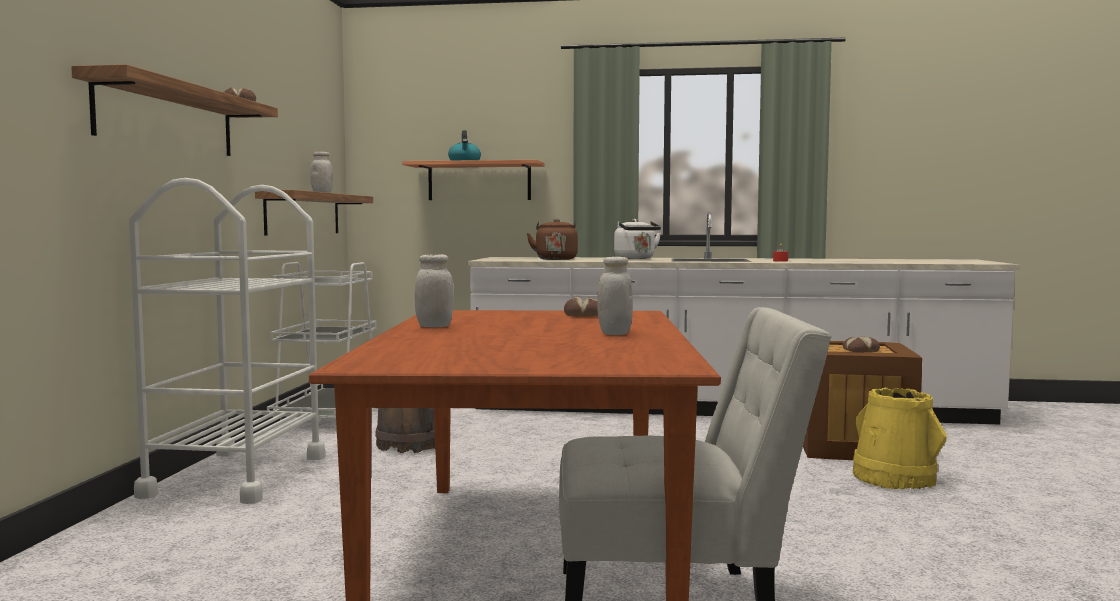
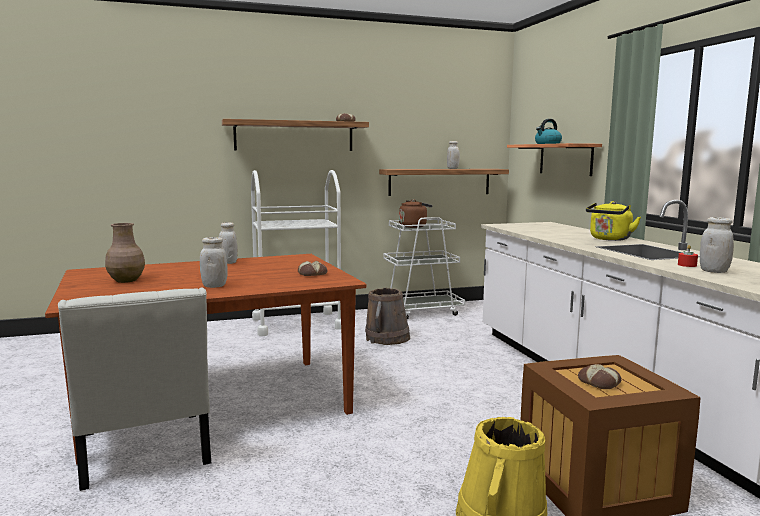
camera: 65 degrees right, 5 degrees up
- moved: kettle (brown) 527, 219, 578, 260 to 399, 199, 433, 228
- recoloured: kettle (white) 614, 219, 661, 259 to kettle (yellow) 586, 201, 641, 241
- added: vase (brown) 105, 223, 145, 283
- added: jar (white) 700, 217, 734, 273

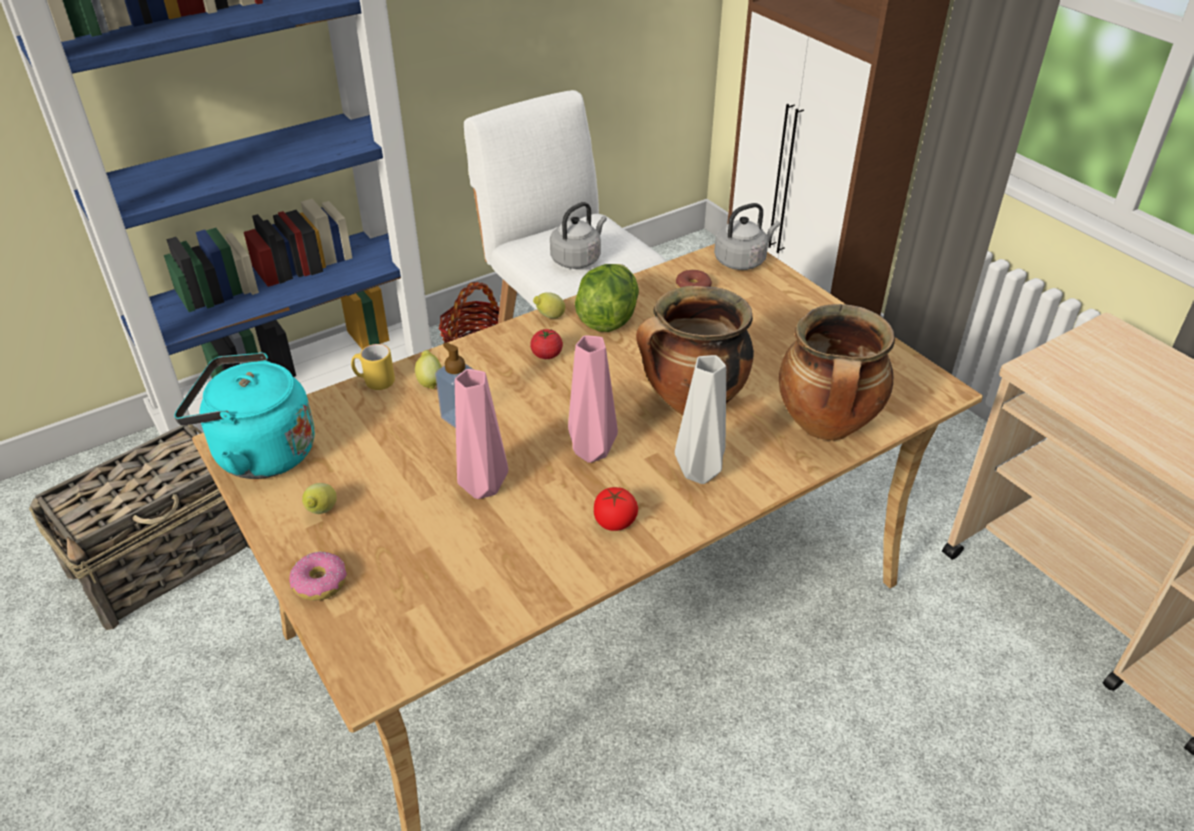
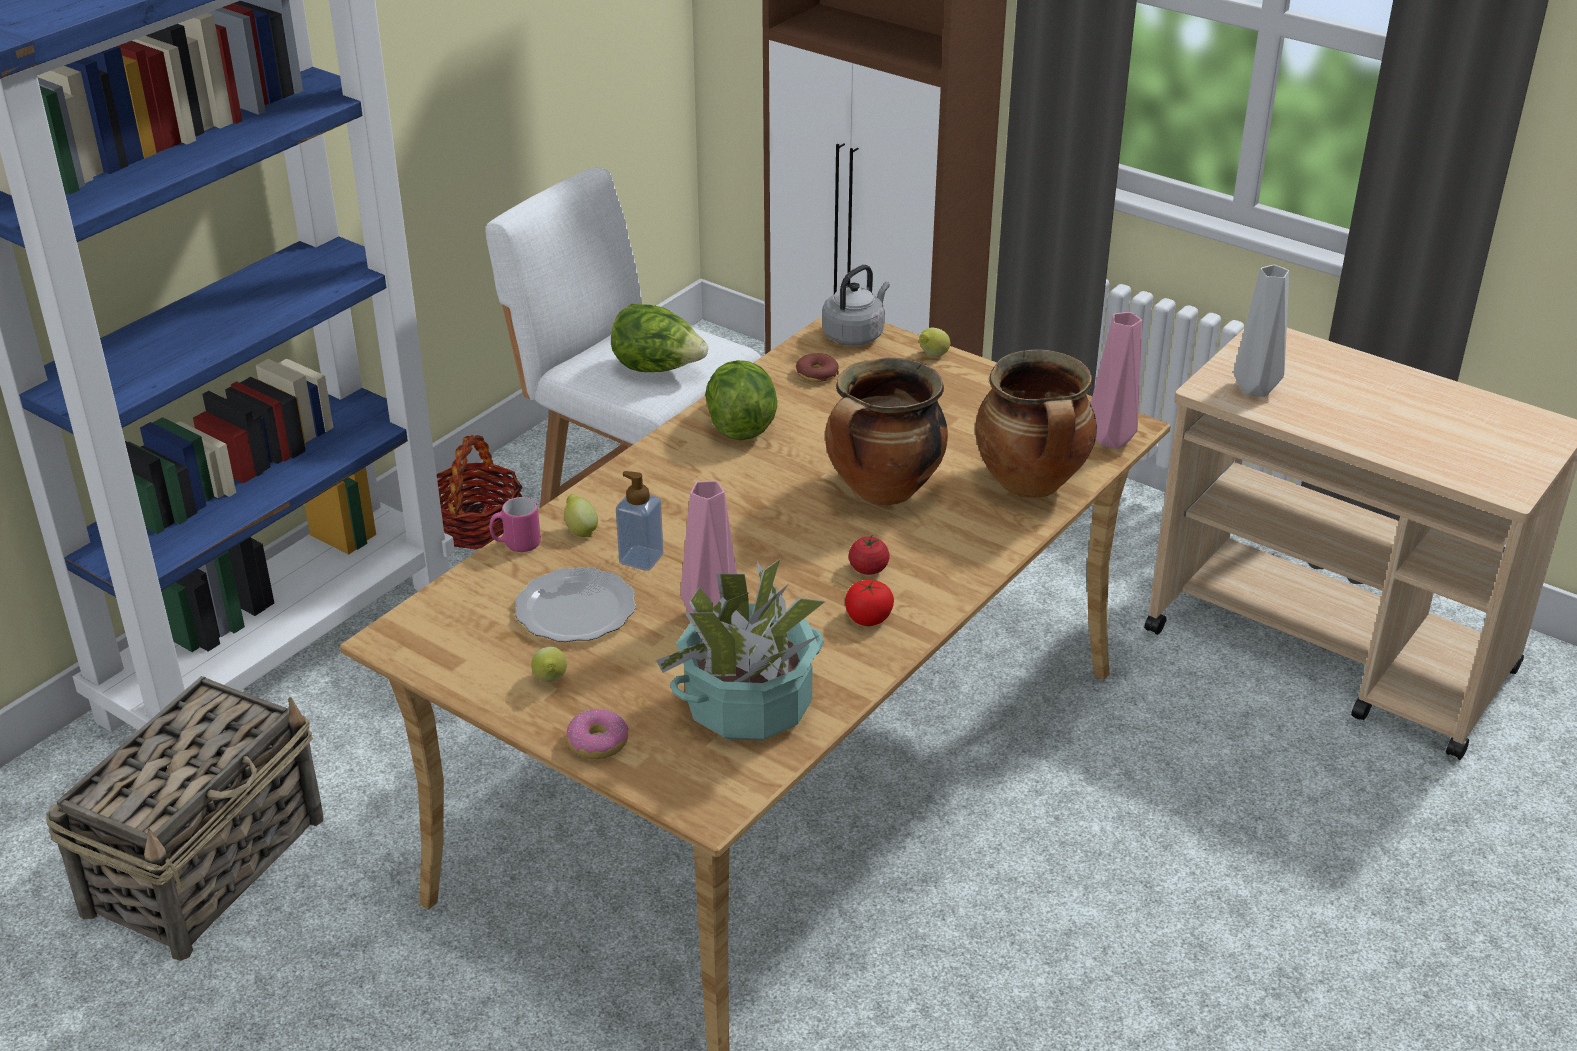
camera: 20 degrees left, 5 degrees down
- removed: kettle (turquoise) 174, 352, 315, 479
- recoloured: mug (yellow) 351, 344, 395, 390 to mug (pink) 489, 497, 541, 552
- moved: tomato 530, 329, 563, 359 to 849, 536, 890, 575
- moved: lemon 533, 292, 565, 319 to 919, 328, 950, 356
- replaced: kettle (grey) 550, 202, 607, 269 to lettuce 611, 304, 708, 372
- moved: vase (pink) 568, 335, 618, 463 to 1091, 312, 1142, 449
- moved: vase (grey) 675, 355, 726, 484 to 1234, 265, 1289, 397
- added: plate 515, 567, 636, 642
- added: potted plant 656, 559, 826, 741

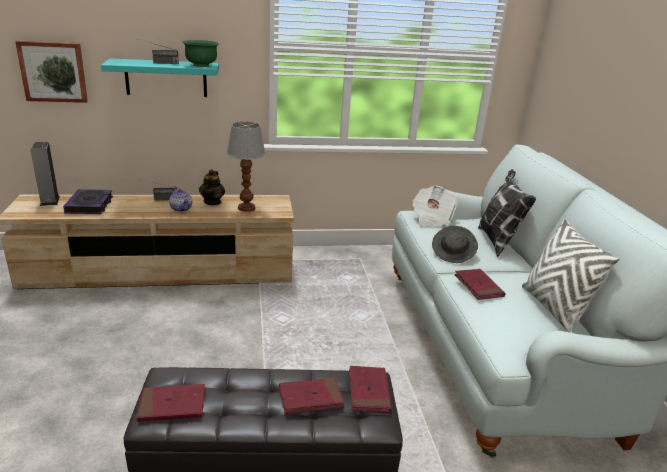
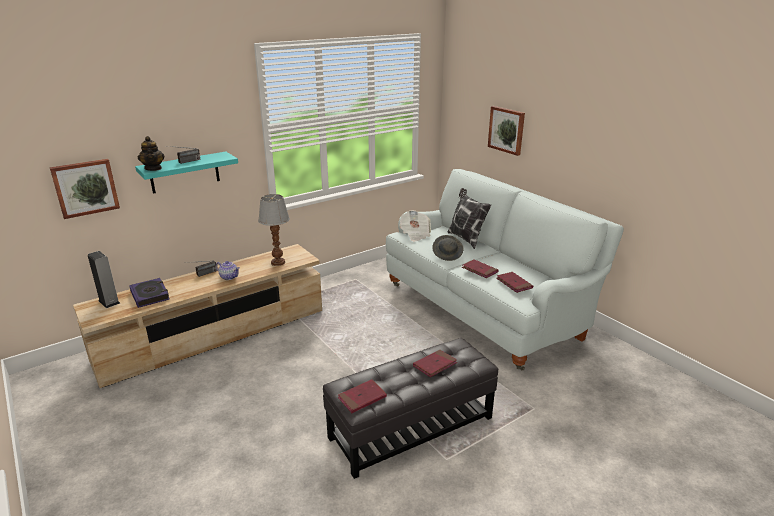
camera: 25 degrees left, 0 degrees up
- removed: bowl (green) 182, 40, 219, 67
- moved: teapot 199, 169, 225, 205 to 138, 136, 164, 171
- moved: book (red) 349, 366, 392, 413 to 496, 272, 533, 293
- removed: pillow (white) 522, 218, 619, 333
- added: picture 488, 106, 525, 156

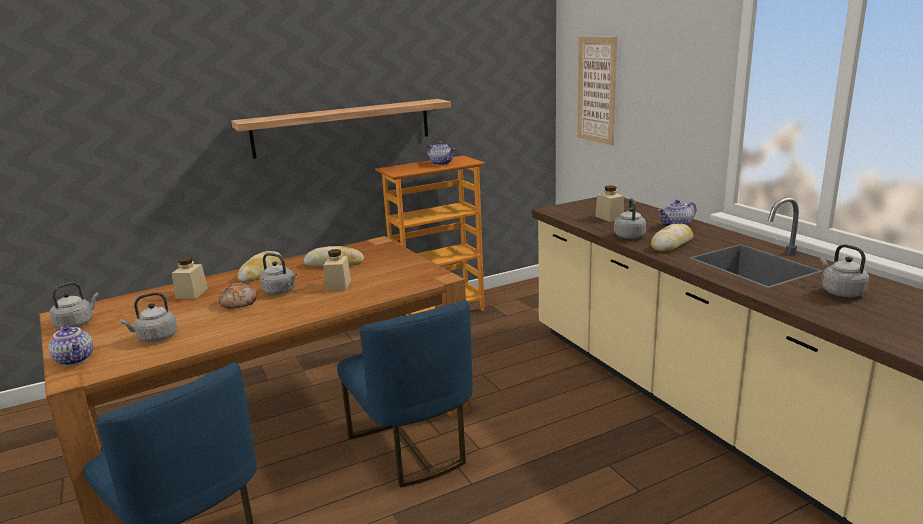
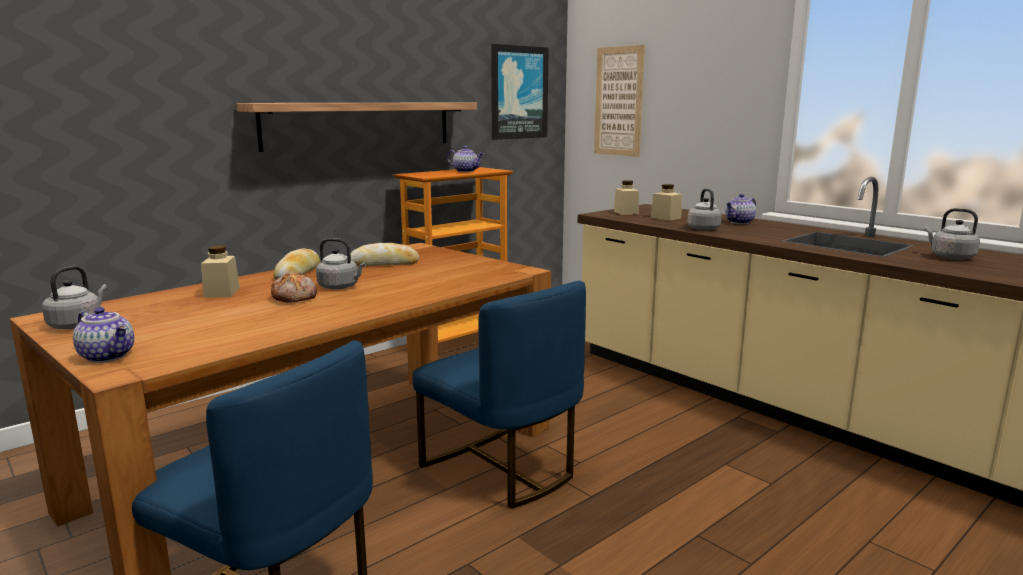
camera: 15 degrees left, 5 degrees down
- removed: kettle (grey) 120, 292, 177, 342
- moved: jar (beige) 323, 249, 351, 291 to 614, 180, 639, 215
- removed: bread 651, 224, 693, 251
- added: picture 491, 44, 548, 140

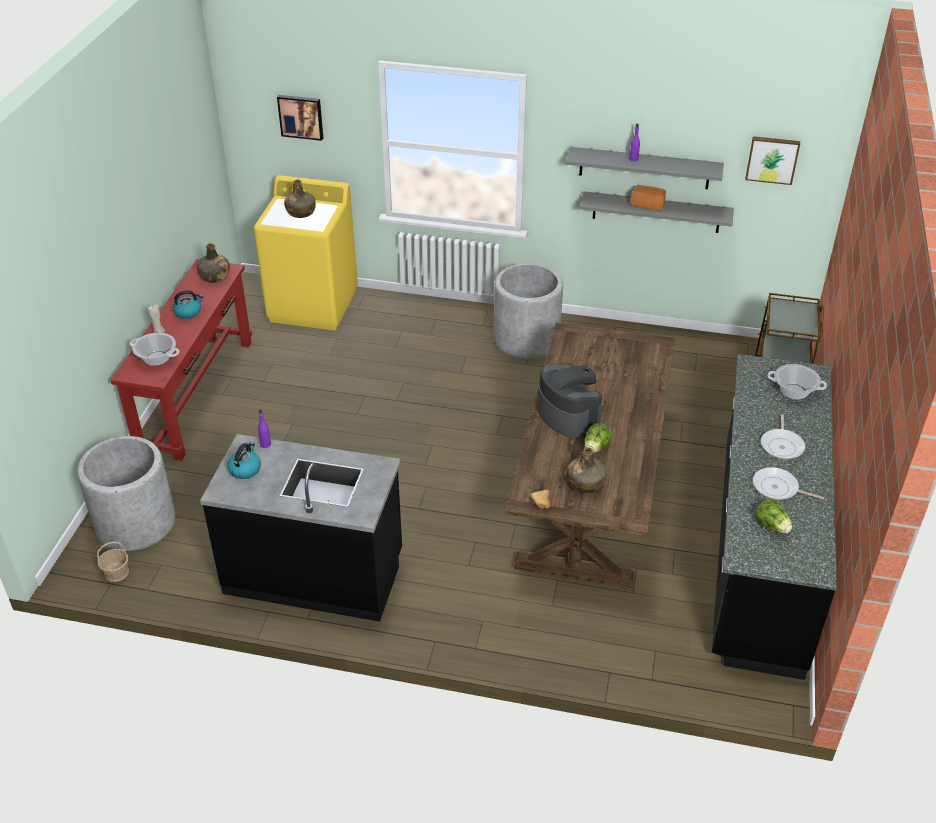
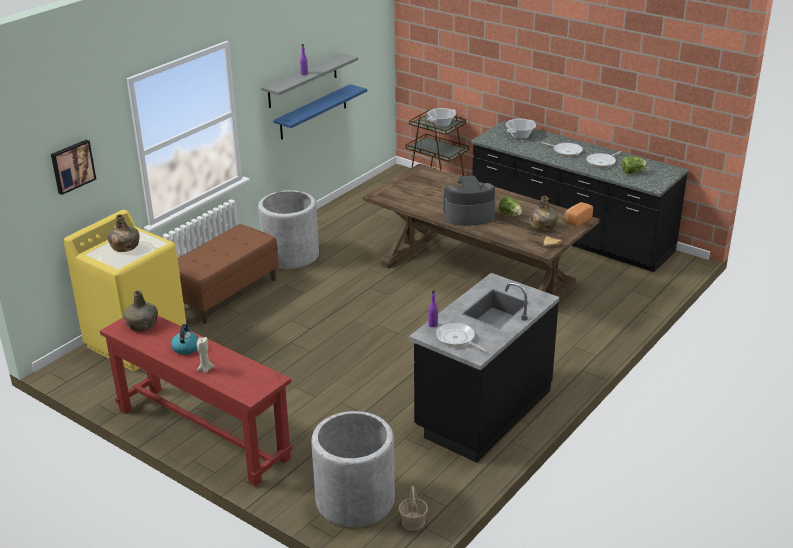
camera: 65 degrees left, 10 degrees down
- moved: cooking pot 130, 333, 179, 366 to 427, 108, 456, 127
- replaced: kettle 227, 443, 261, 479 to frying pan 436, 322, 488, 352
- recoloured: shelf (grey) 579, 191, 734, 233 to shelf (blue) 273, 84, 367, 140
- moved: bread 630, 185, 666, 211 to 565, 202, 593, 227
- removed: picture 745, 136, 800, 185
- added: bench (brown) 177, 224, 279, 324

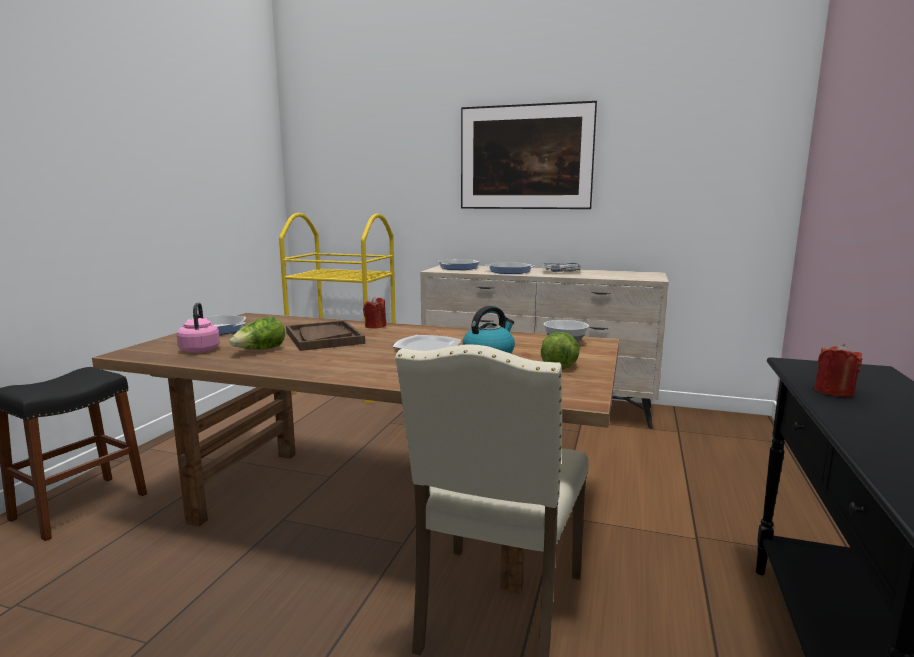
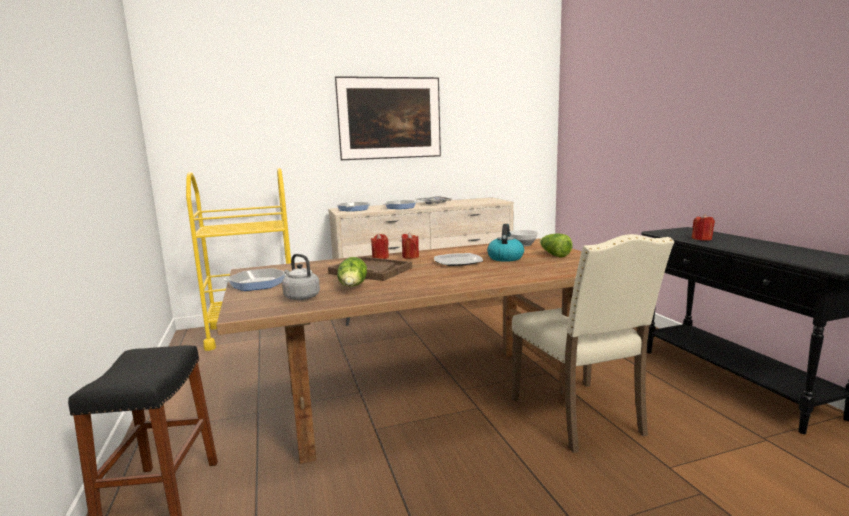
camera: 35 degrees left, 0 degrees up
- recoloured: kettle (pink) 177, 302, 220, 353 to kettle (grey) 282, 254, 320, 300
- added: candle (red) 401, 233, 419, 259

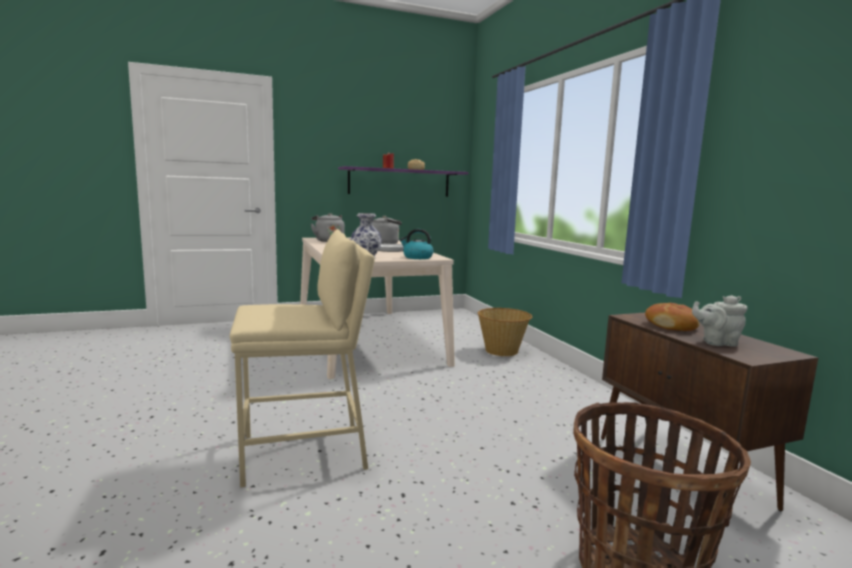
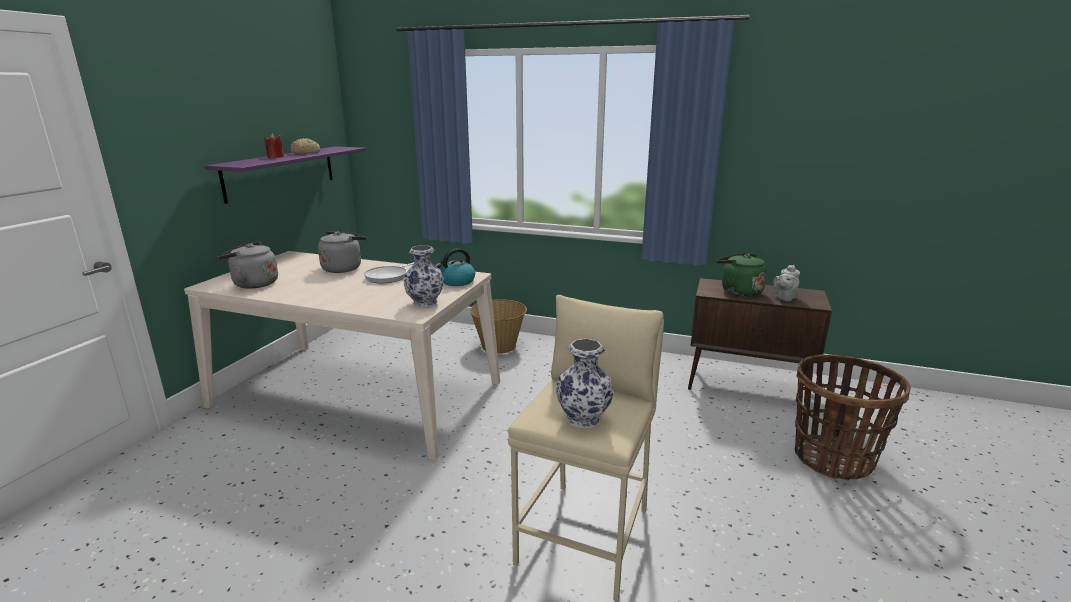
camera: 50 degrees left, 10 degrees up
- replaced: bread 645, 303, 700, 331 to kettle (green) 716, 254, 767, 297
- added: vase 556, 339, 614, 429

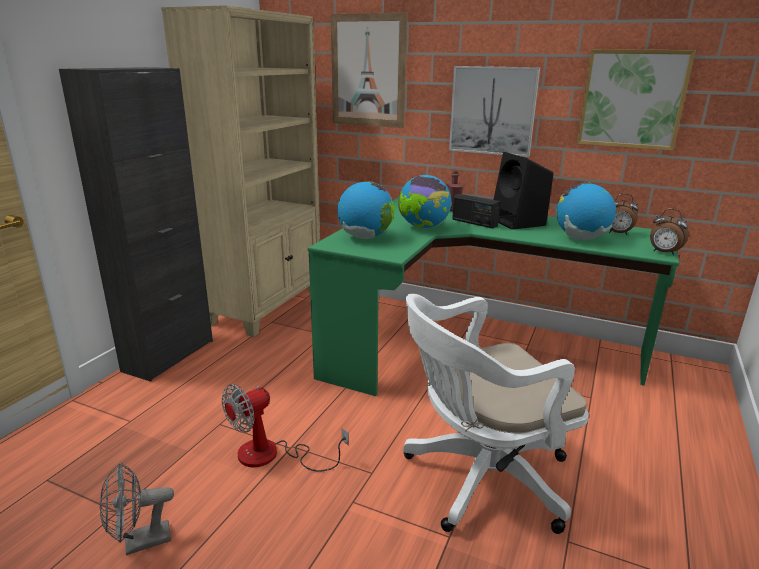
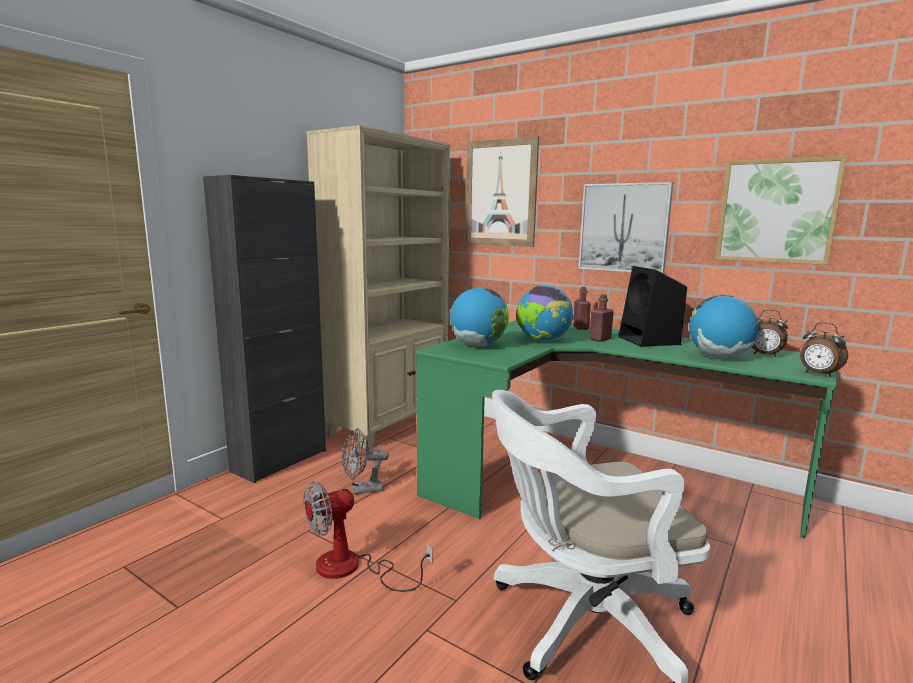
camera: 10 degrees right, 10 degrees down
- moved: fan (grey) 100, 462, 174, 555 to 342, 428, 389, 494
- replaced: radio 452, 194, 500, 228 to bottle (red) 590, 294, 614, 342

